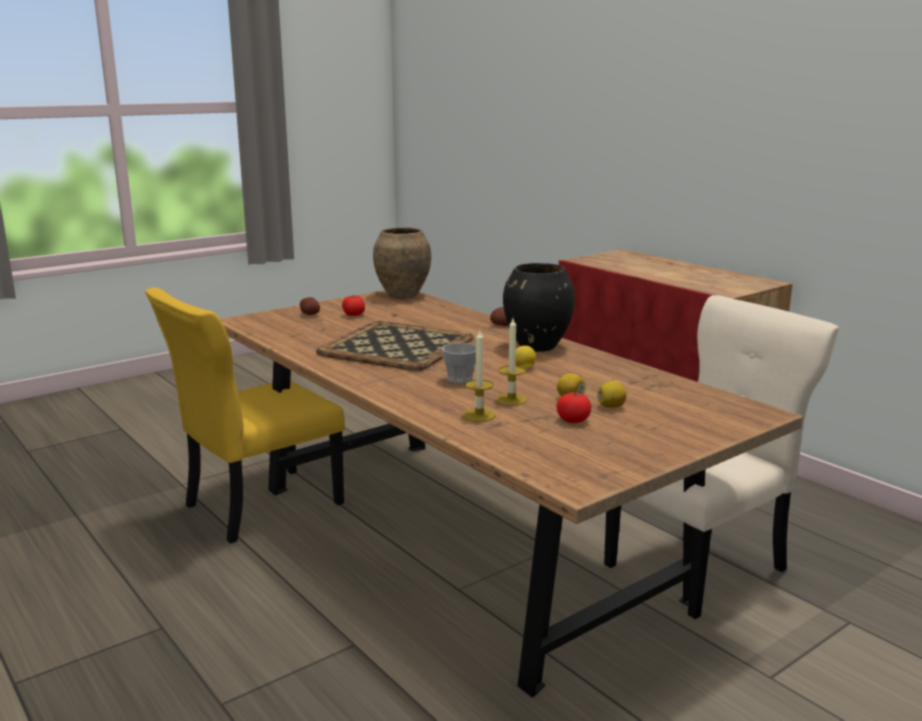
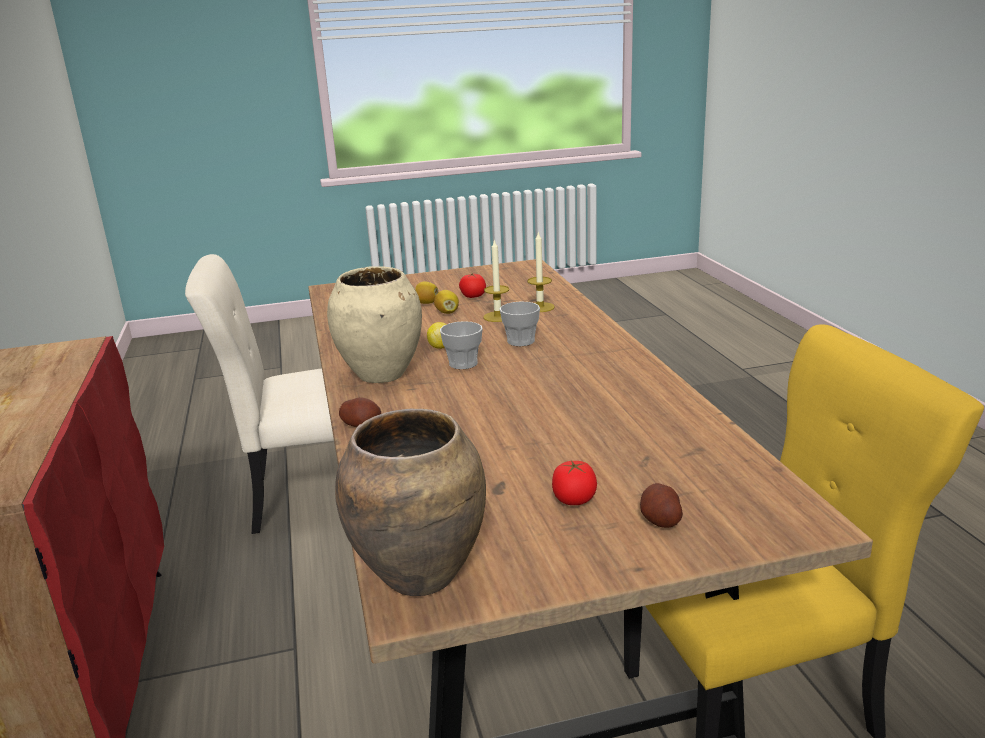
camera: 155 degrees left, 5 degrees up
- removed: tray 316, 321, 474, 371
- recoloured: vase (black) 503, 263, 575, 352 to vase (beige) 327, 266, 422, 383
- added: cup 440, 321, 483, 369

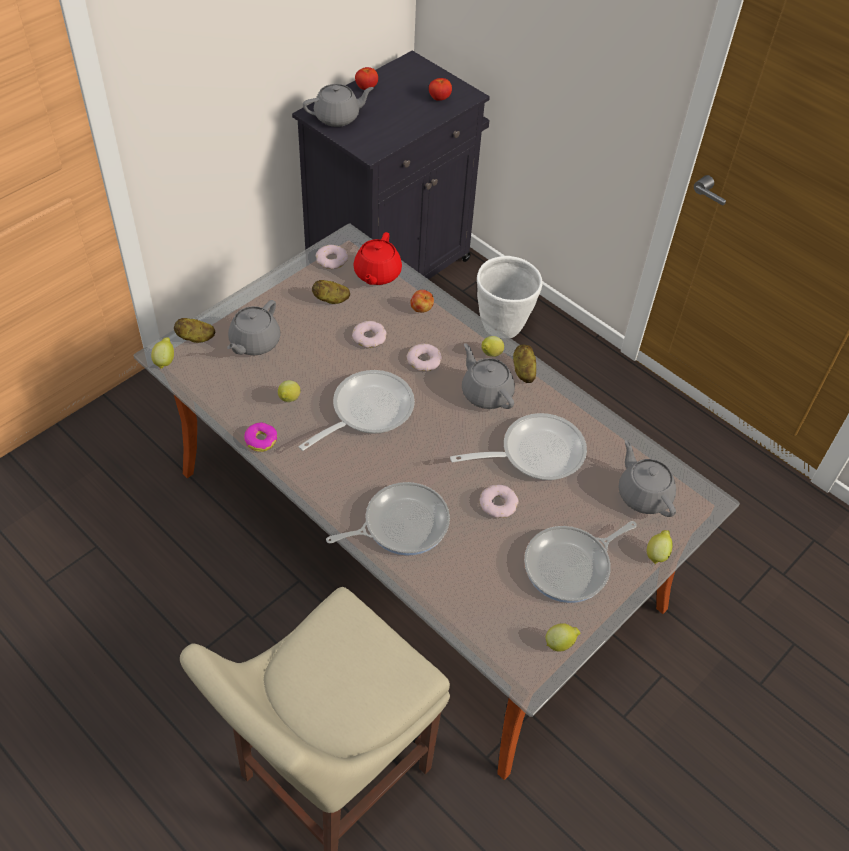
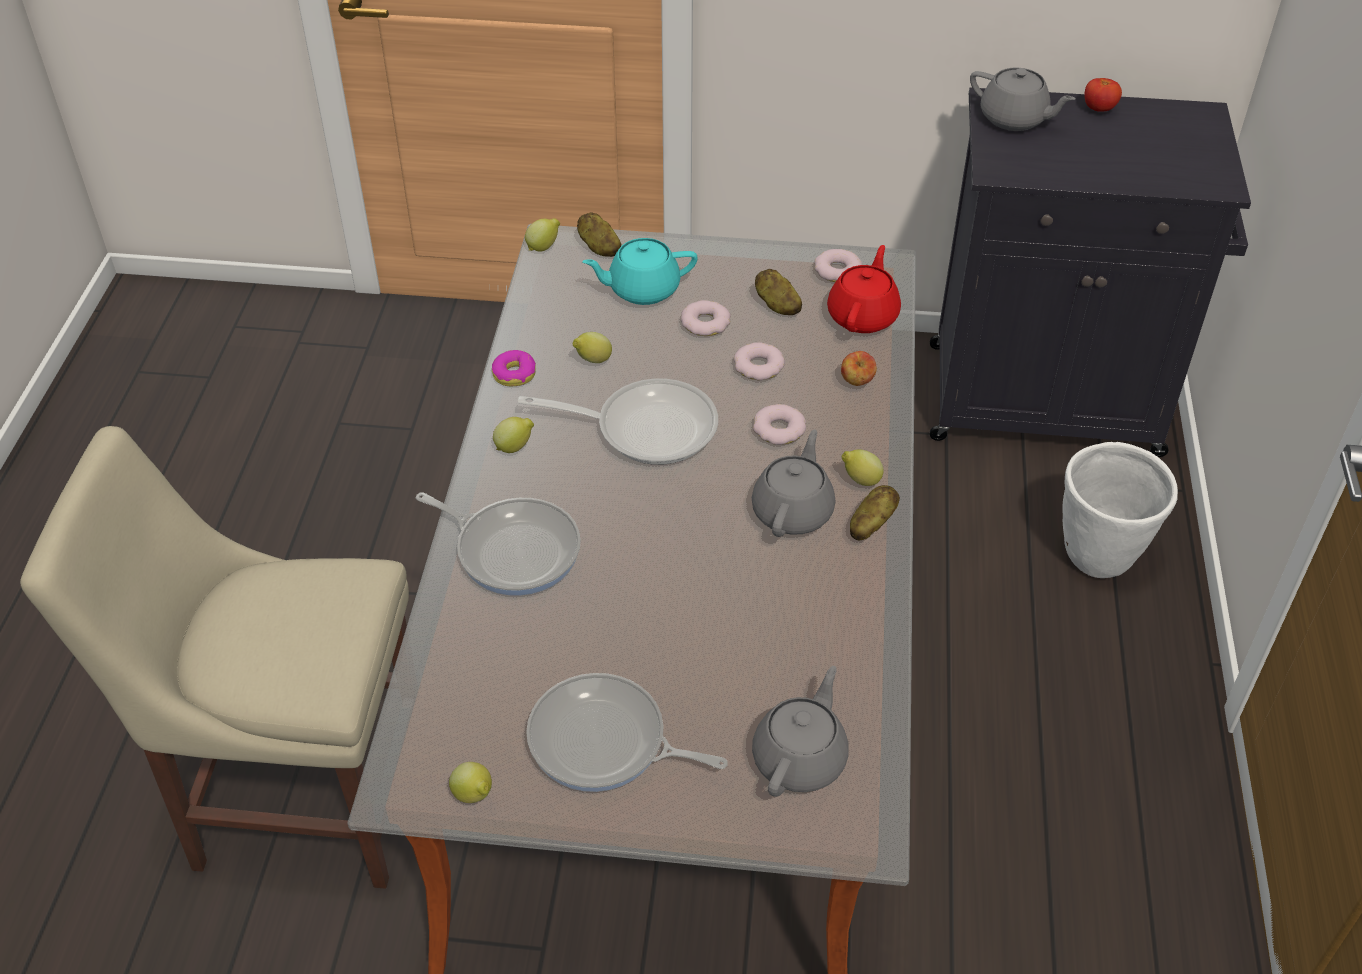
camera: 55 degrees right, 5 degrees down
- recoloured: teapot (grey) 227, 300, 281, 355 to teapot (turquoise) 582, 238, 698, 305
- turned: teapot (red) 353, 232, 402, 285 = 827, 245, 901, 333 135 degrees clockwise
- removed: tomato 429, 78, 452, 101
- removed: frying pan 450, 413, 587, 480
- moved: donut 479, 485, 519, 518 to 681, 300, 731, 336
- moved: lemon 647, 530, 673, 564 to 493, 417, 534, 453

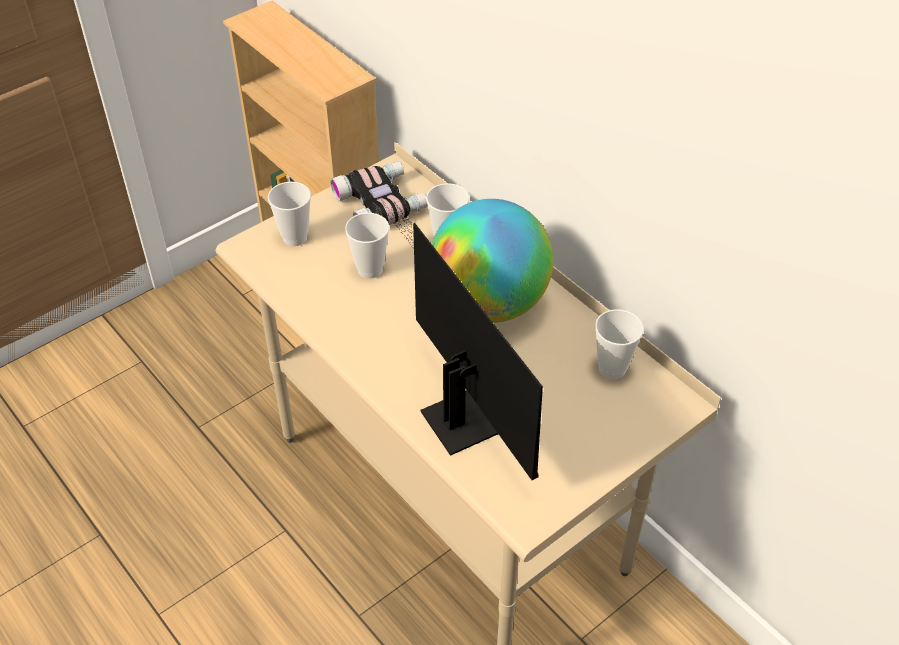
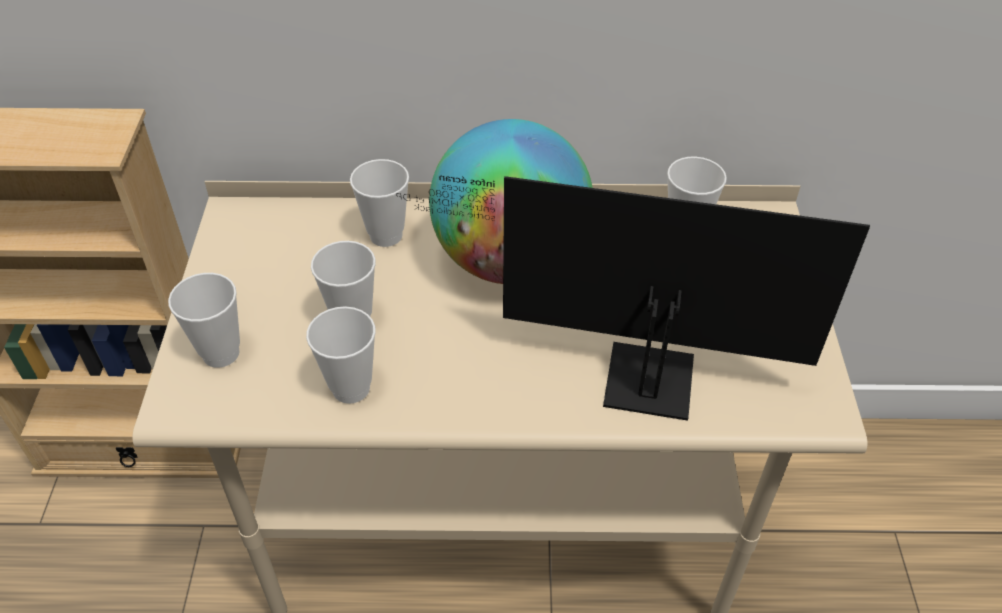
camera: 50 degrees left, 0 degrees up
- removed: binoculars 330, 161, 428, 225
- added: cup 306, 306, 376, 404

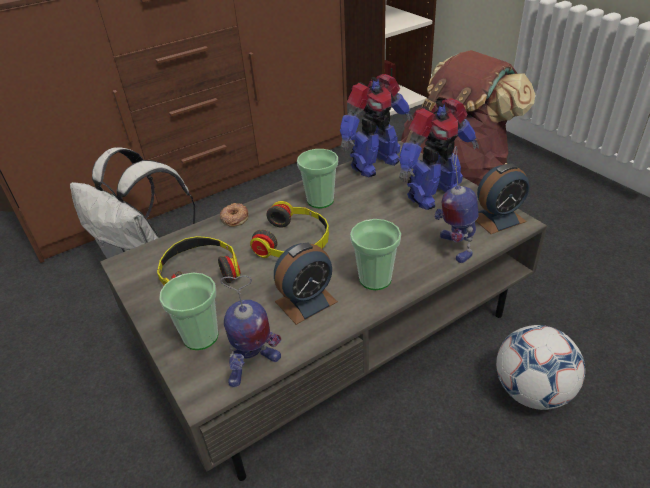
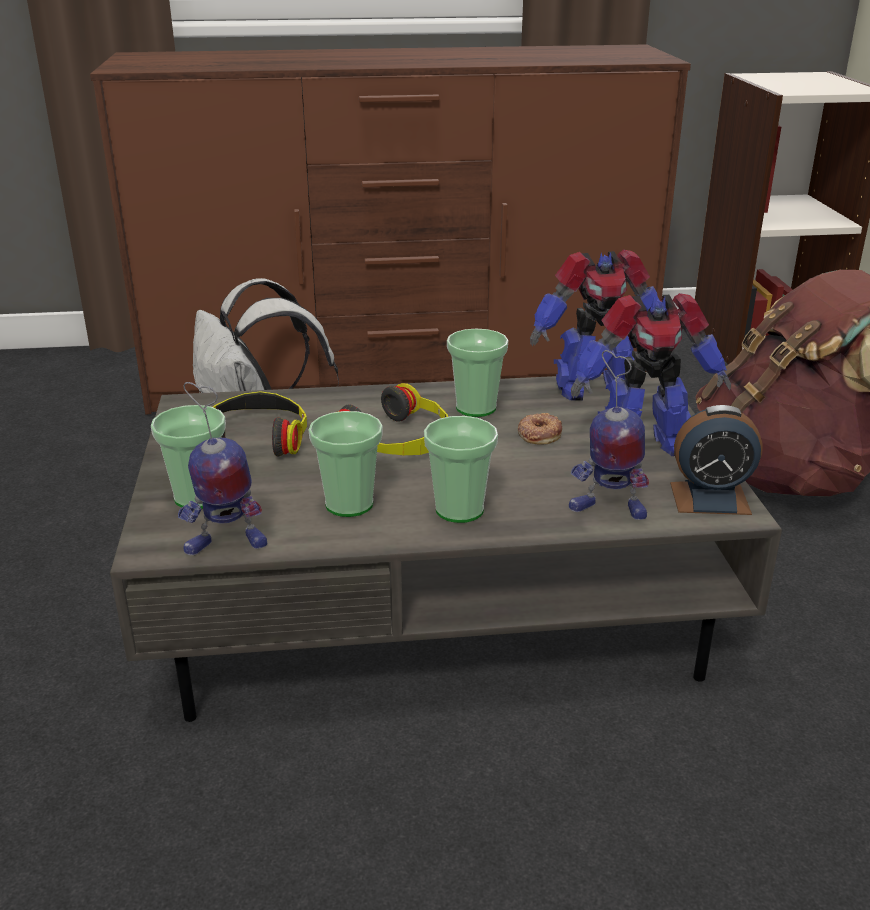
camera: 25 degrees right, 10 degrees down
- moved: donut 220, 203, 248, 227 to 518, 413, 562, 444
- replaced: alarm clock 274, 242, 338, 325 to cup 309, 411, 383, 517
- turned: toy robot 434, 146, 479, 263 = 569, 350, 649, 520 90 degrees counterclockwise
- removed: football 496, 325, 585, 410

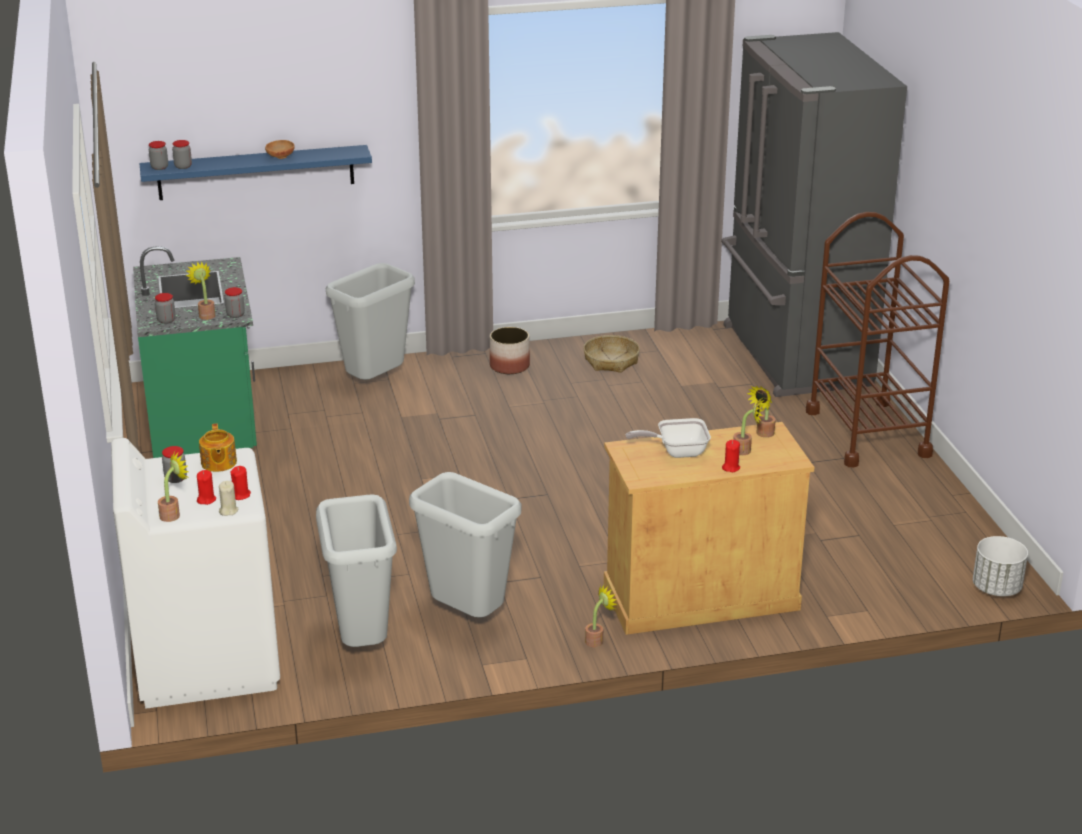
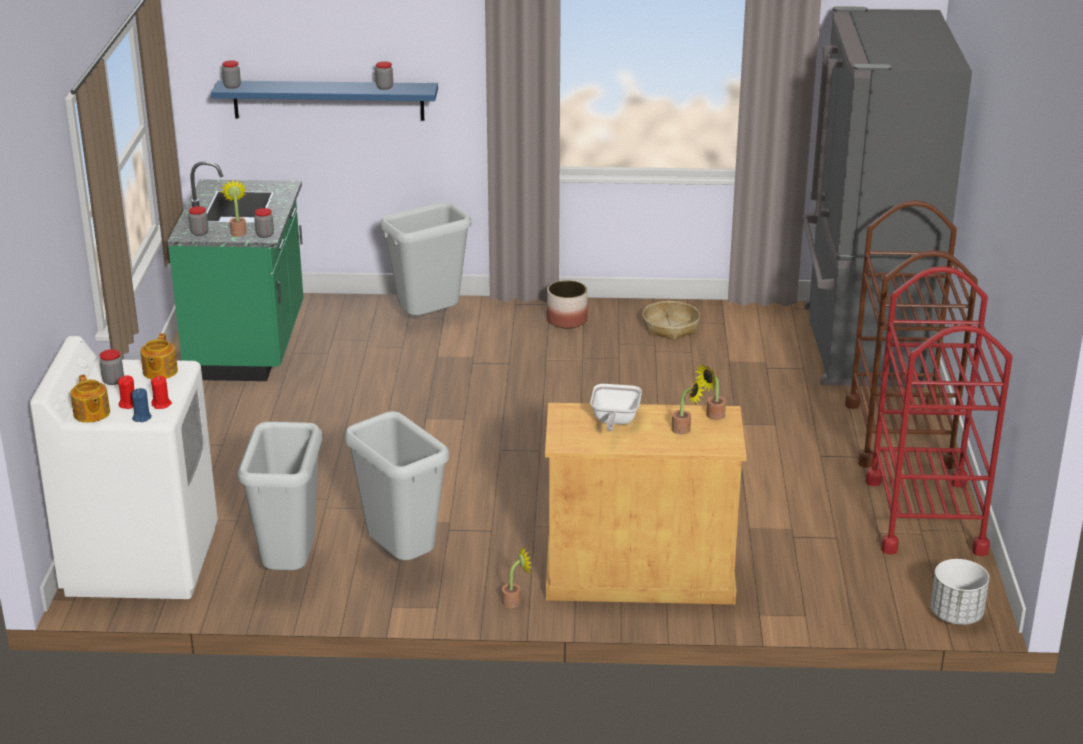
camera: 15 degrees right, 0 degrees up
- replaced: potted plant 158, 451, 189, 522 to teapot 70, 374, 110, 423
- moved: jar 172, 140, 192, 169 to 375, 61, 393, 90
- recoloured: candle (beige) 219, 481, 238, 516 to candle (blue) 132, 388, 152, 422
- removed: bowl (brown) 265, 140, 295, 159
- turned: frying pan 626, 418, 711, 458 = 590, 384, 642, 431 90 degrees counterclockwise
- removed: candle (red) 722, 440, 740, 472
- added: cart (red) 865, 266, 1012, 556

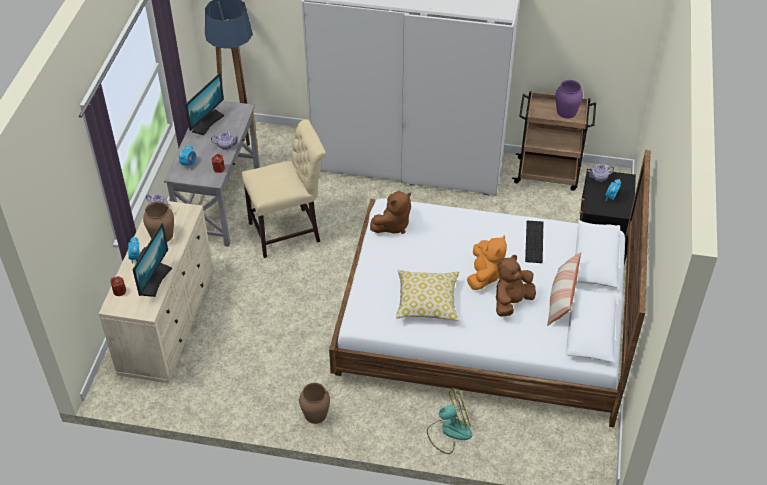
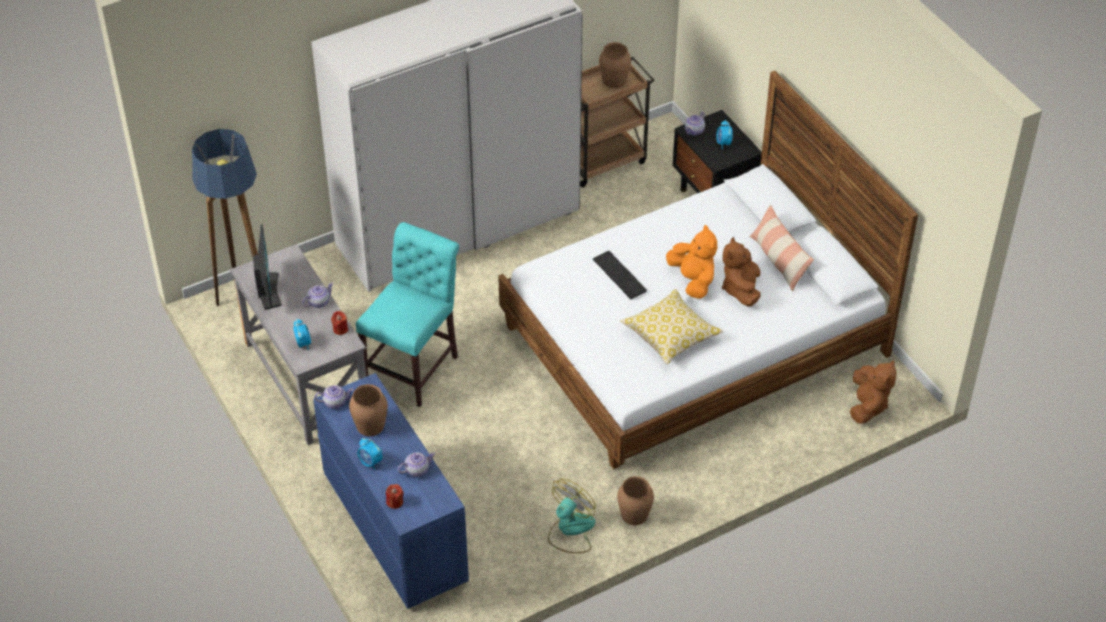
camera: 40 degrees left, 0 degrees up
- recoloured: dresser (beige) 99, 201, 214, 383 to dresser (blue) 313, 373, 469, 609
- replaced: monitor 133, 223, 172, 297 to teapot 398, 452, 435, 477
- recoloured: chair (beige) 242, 119, 326, 258 to chair (turquoise) 356, 222, 459, 407
- moved: plush toy (brown) 370, 191, 411, 234 to 850, 360, 896, 424
- moved: fan 427, 388, 473, 454 to 548, 479, 596, 553
- moved: keyboard 525, 221, 543, 263 to 593, 251, 647, 299
- recoloured: vase (purple) 556, 80, 583, 118 to vase (brown) 599, 42, 631, 88

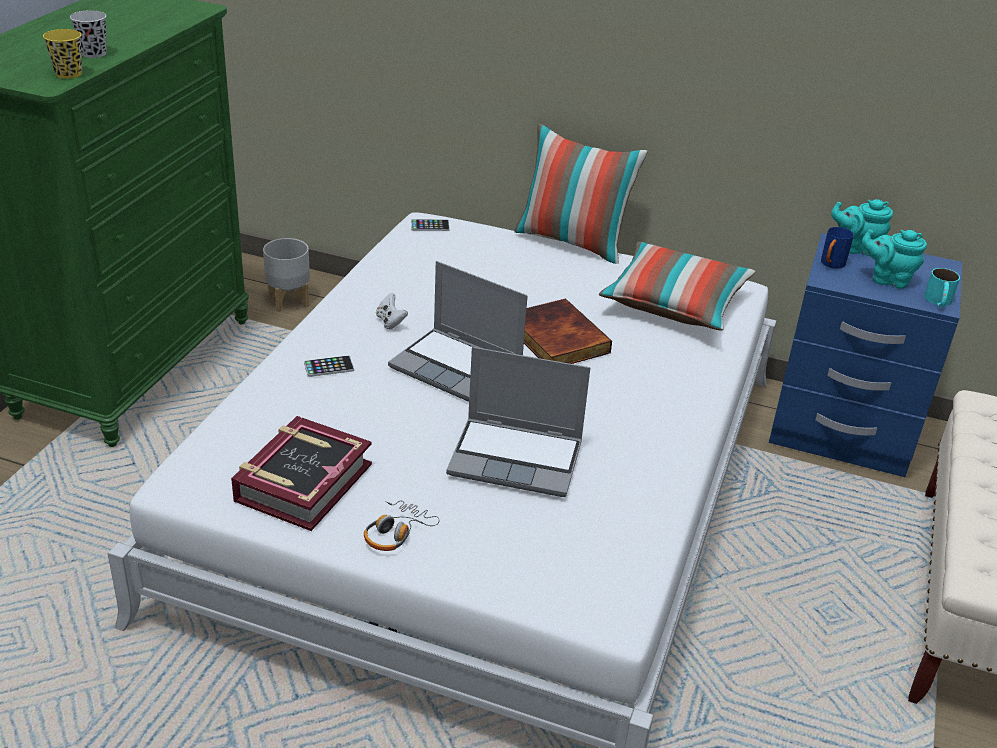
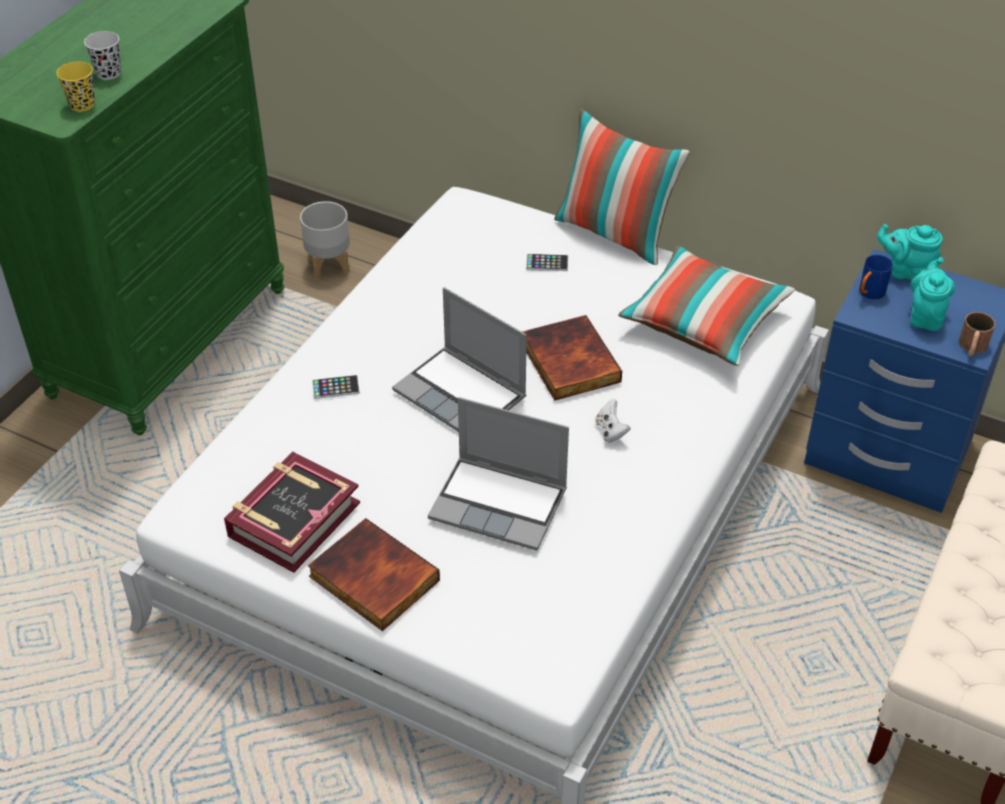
camera: 10 degrees right, 10 degrees up
- replaced: headphones 364, 501, 440, 551 to book 308, 518, 440, 631
- moved: game controller (white) 376, 293, 408, 329 to 595, 399, 631, 443
- moved: phone 411, 219, 450, 231 to 526, 254, 568, 271
- turned: teapot (turquoise) 862, 229, 927, 289 = 910, 257, 955, 331 75 degrees clockwise
- recoloured: mug (turquoise) 924, 268, 960, 308 to mug (brown) 959, 312, 995, 357

